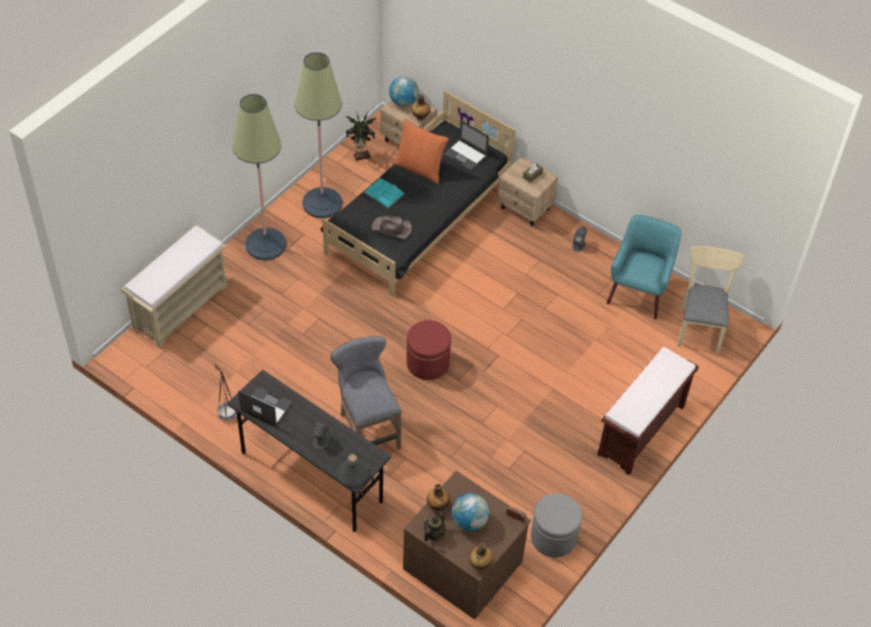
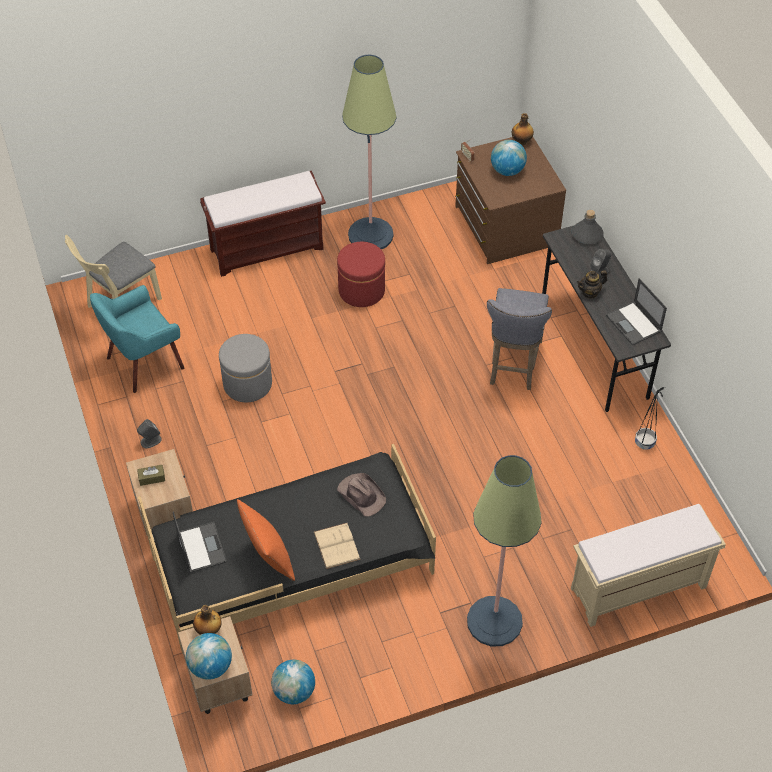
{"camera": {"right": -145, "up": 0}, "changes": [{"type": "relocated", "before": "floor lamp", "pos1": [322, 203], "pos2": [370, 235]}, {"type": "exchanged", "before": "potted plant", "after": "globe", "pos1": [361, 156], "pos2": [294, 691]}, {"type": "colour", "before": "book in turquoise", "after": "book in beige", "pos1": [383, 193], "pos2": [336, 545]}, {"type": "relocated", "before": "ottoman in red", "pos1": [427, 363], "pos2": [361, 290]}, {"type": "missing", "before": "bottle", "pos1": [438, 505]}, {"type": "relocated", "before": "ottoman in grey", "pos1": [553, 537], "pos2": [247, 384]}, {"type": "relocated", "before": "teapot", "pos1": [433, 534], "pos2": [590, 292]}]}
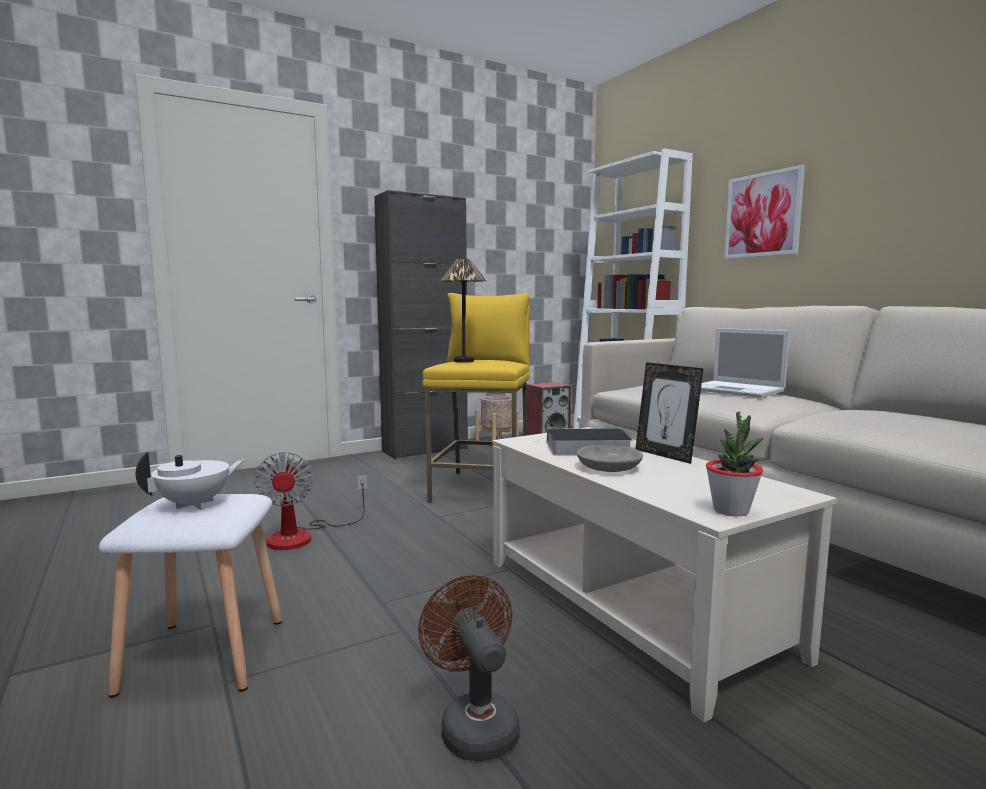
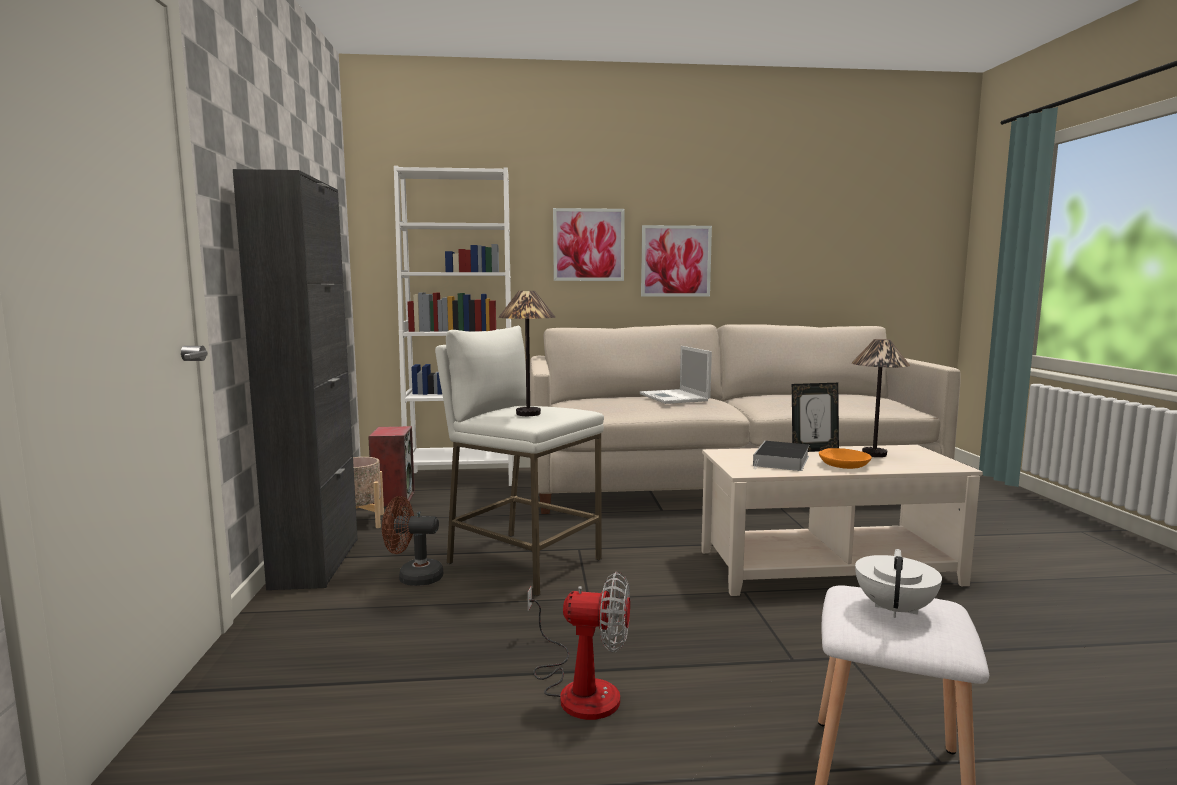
{"camera": {"right": -65, "up": 0}, "changes": [{"type": "colour", "before": "stool in yellow", "after": "stool in white", "pos1": [482, 488], "pos2": [522, 561]}, {"type": "spun", "before": "laptop", "pos1": [737, 390], "pos2": [675, 397], "turn": 90}, {"type": "missing", "before": "potted plant", "pos1": [731, 511]}, {"type": "colour", "before": "bowl in grey", "after": "bowl in orange", "pos1": [609, 467], "pos2": [843, 465]}, {"type": "spun", "before": "teapot in white", "pos1": [195, 504], "pos2": [895, 609], "turn": 45}, {"type": "relocated", "before": "fan in brown", "pos1": [474, 724], "pos2": [413, 577]}, {"type": "appeared", "after": "picture", "pos2": [675, 261]}, {"type": "appeared", "after": "table lamp", "pos2": [874, 454]}]}
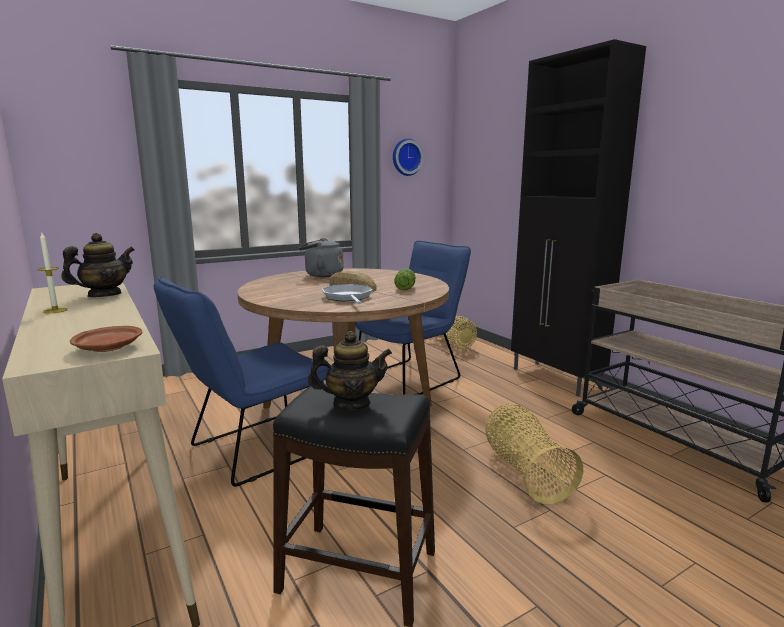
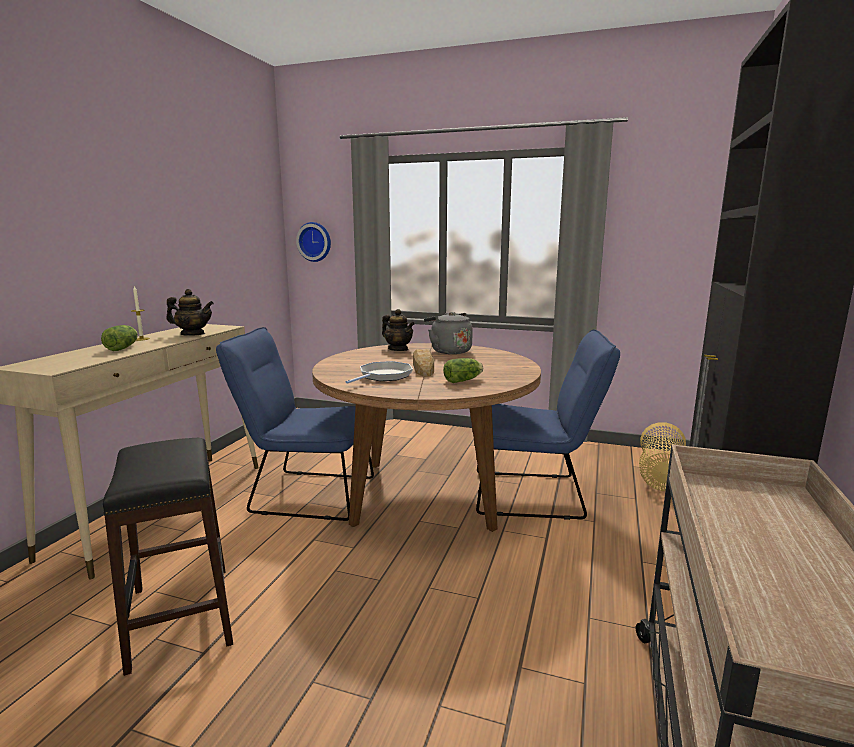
{"camera": {"right": 50, "up": 0}, "changes": [{"type": "relocated", "before": "wall clock", "pos1": [406, 157], "pos2": [315, 242]}, {"type": "missing", "before": "plate in brown", "pos1": [109, 348]}, {"type": "relocated", "before": "teapot", "pos1": [351, 403], "pos2": [398, 349]}, {"type": "missing", "before": "basket", "pos1": [525, 472]}, {"type": "appeared", "after": "lettuce", "pos2": [124, 347]}]}
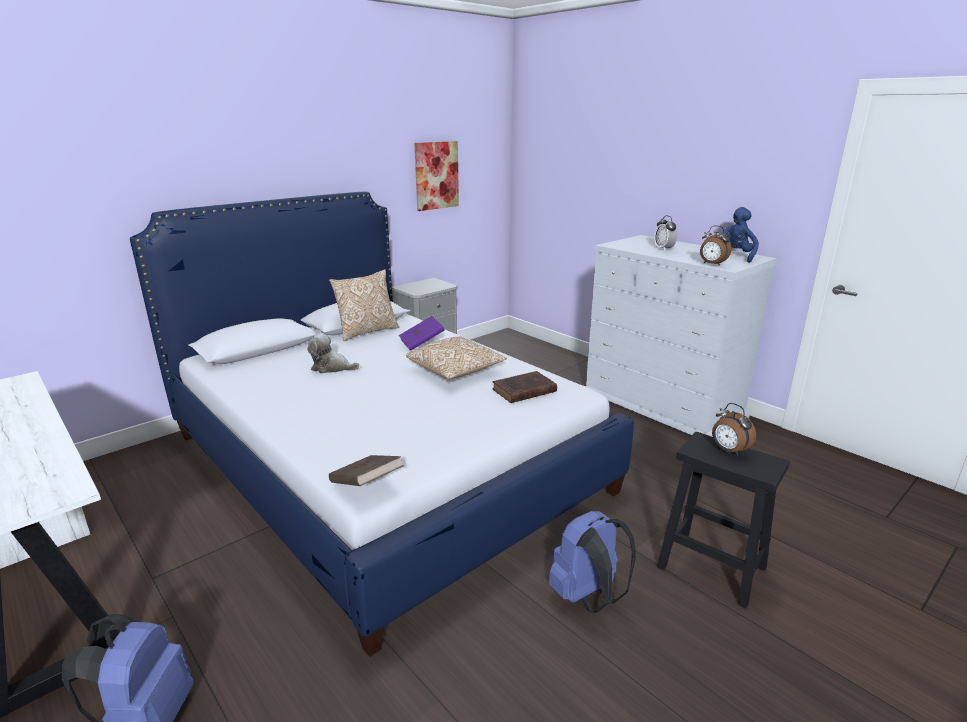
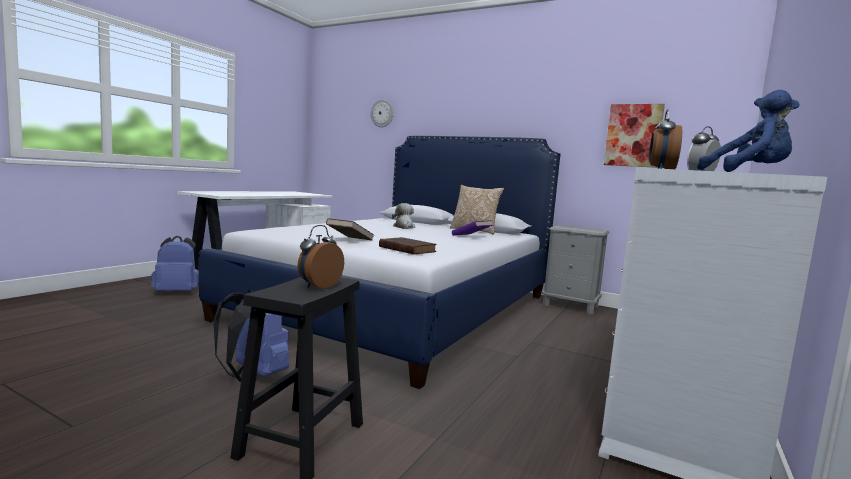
{"camera": {"right": 70, "up": -15}, "changes": [{"type": "missing", "before": "pillow", "pos1": [455, 371]}, {"type": "relocated", "before": "book in brown", "pos1": [366, 485], "pos2": [349, 240]}, {"type": "appeared", "after": "wall clock", "pos2": [382, 113]}]}
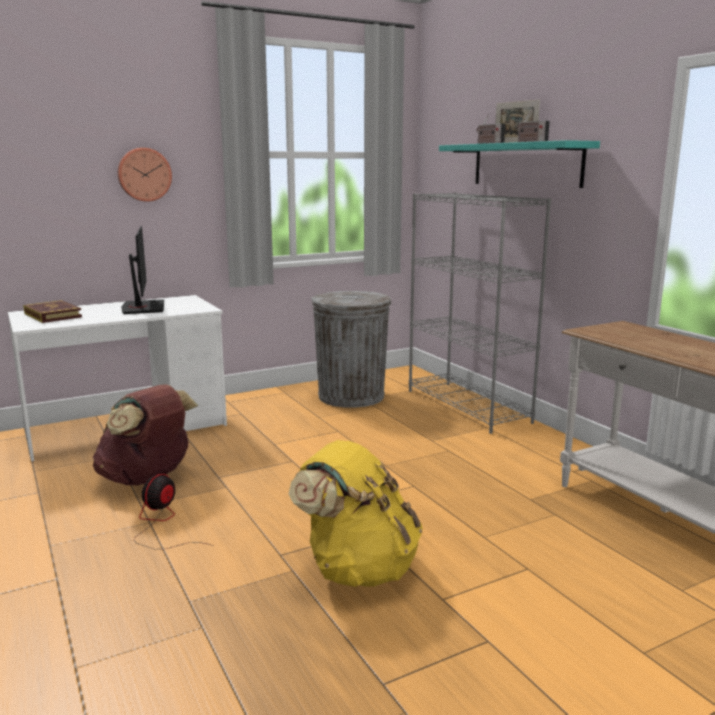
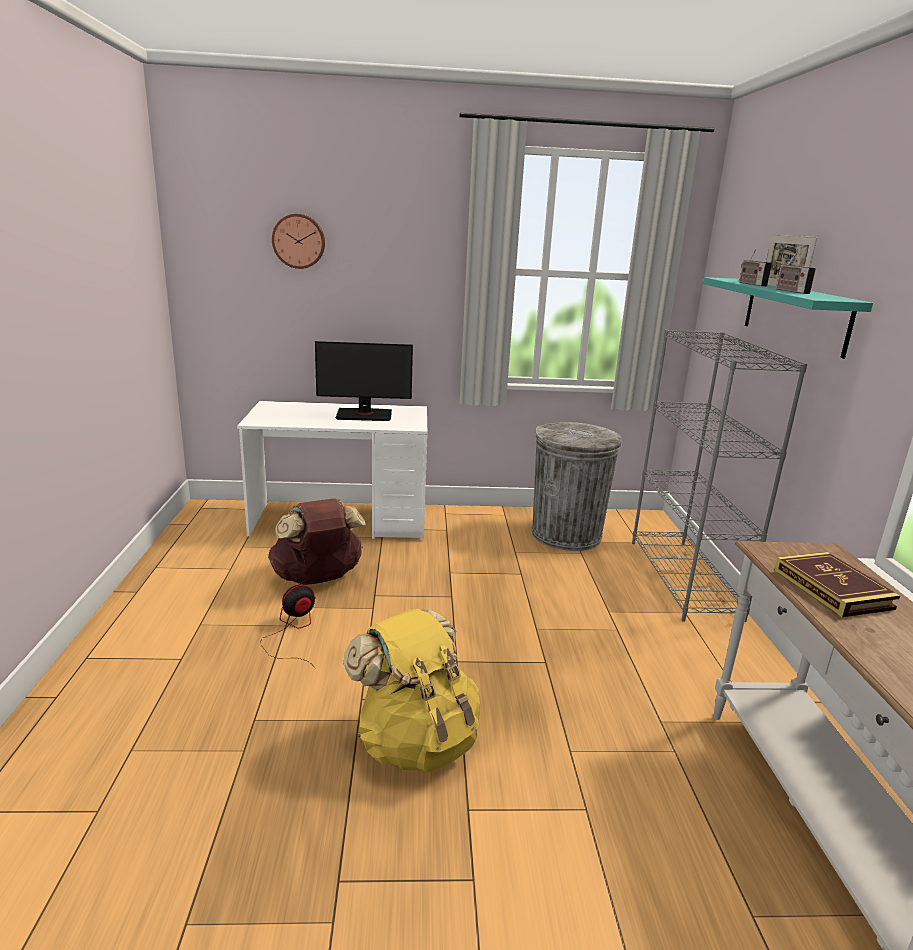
{"camera": {"right": 25, "up": 5}, "changes": [{"type": "relocated", "before": "wall clock", "pos1": [144, 174], "pos2": [299, 241]}, {"type": "spun", "before": "monitor", "pos1": [143, 307], "pos2": [364, 415], "turn": 75}, {"type": "relocated", "before": "book", "pos1": [53, 315], "pos2": [832, 589]}]}
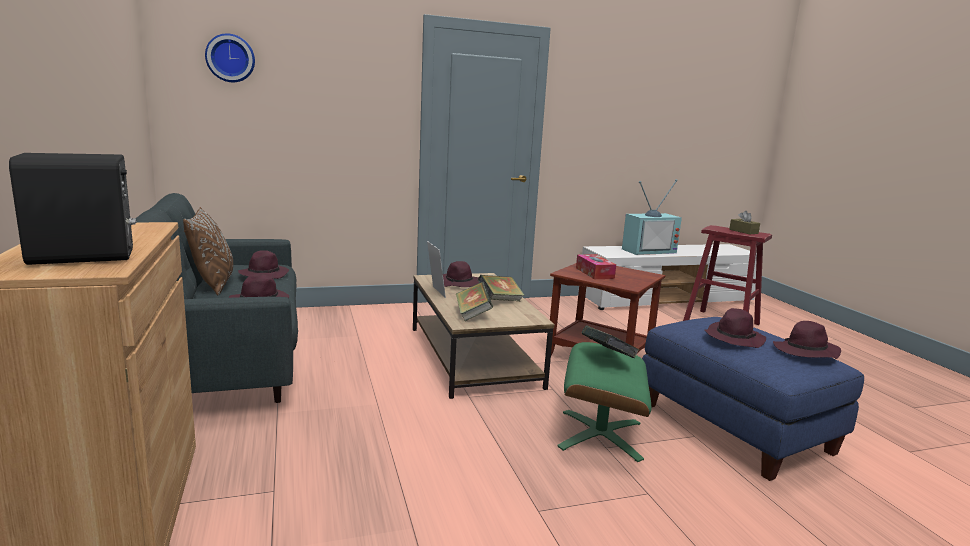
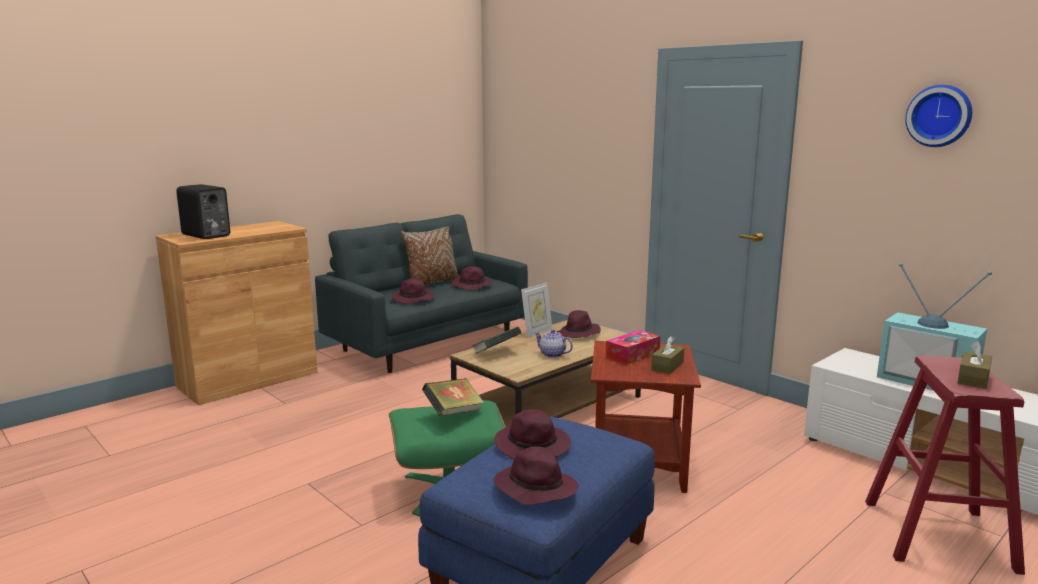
{"camera": {"right": 65, "up": 0}, "changes": [{"type": "relocated", "before": "wall clock", "pos1": [230, 58], "pos2": [939, 116]}, {"type": "exchanged", "before": "book", "after": "teapot", "pos1": [500, 301], "pos2": [552, 354]}, {"type": "appeared", "after": "tissue box in brown", "pos2": [667, 366]}]}
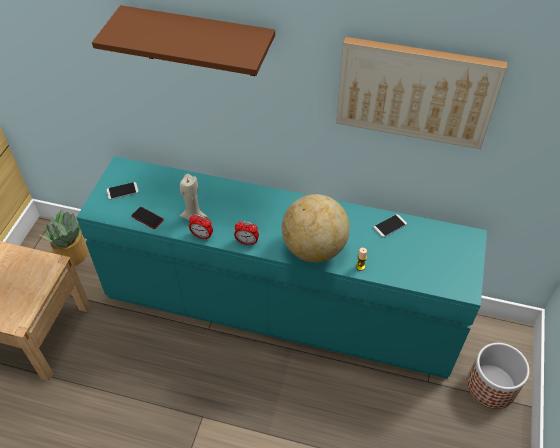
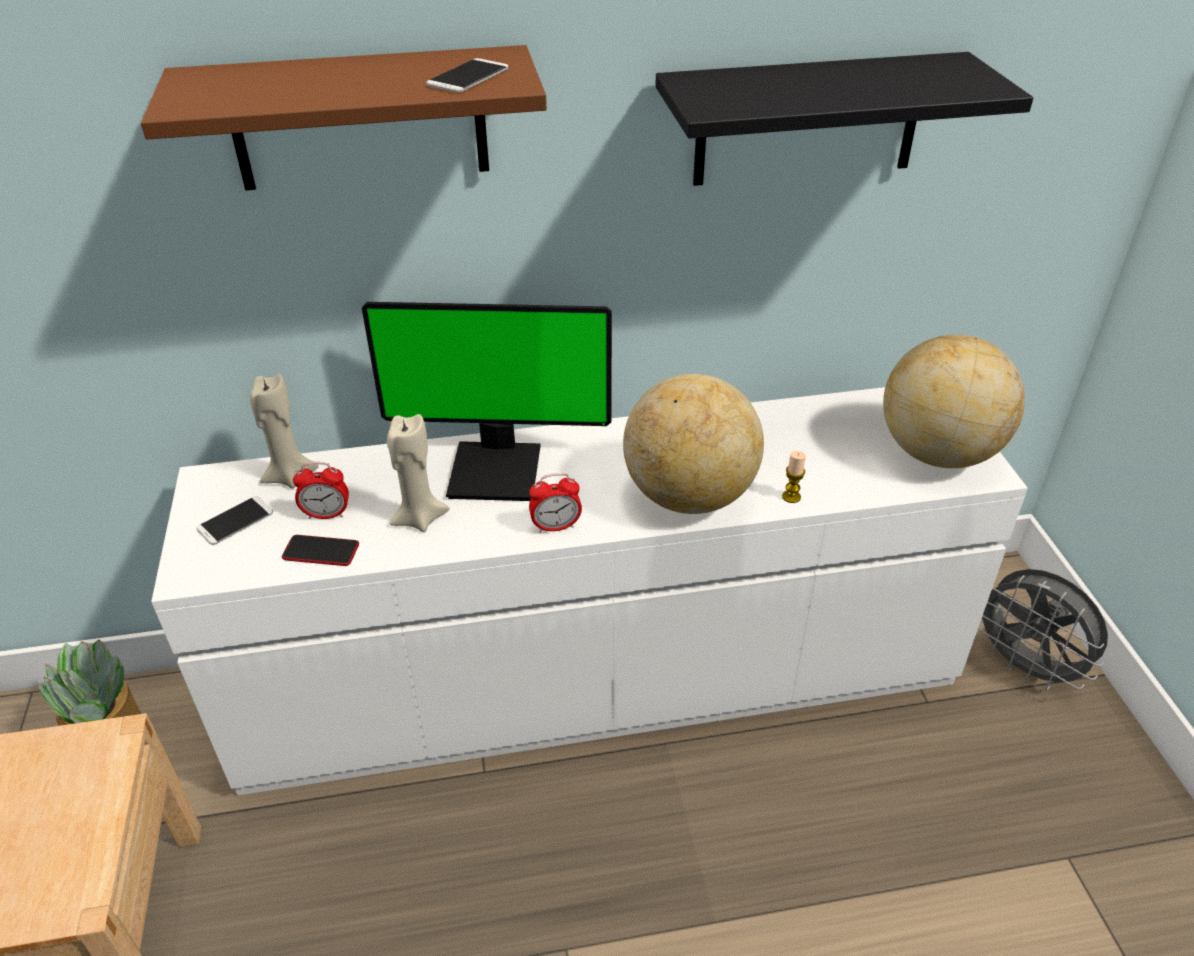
{"camera": {"right": -25, "up": -10}, "changes": [{"type": "exchanged", "before": "picture", "after": "shelf in black", "pos1": [416, 91], "pos2": [808, 120]}, {"type": "colour", "before": "dresser in turquoise", "after": "dresser in white", "pos1": [280, 305], "pos2": [598, 676]}, {"type": "relocated", "before": "alarm clock", "pos1": [202, 236], "pos2": [327, 515]}, {"type": "relocated", "before": "phone", "pos1": [390, 226], "pos2": [468, 77]}, {"type": "exchanged", "before": "planter", "after": "fan in grey", "pos1": [491, 386], "pos2": [1026, 667]}, {"type": "appeared", "after": "monitor", "pos2": [497, 469]}, {"type": "appeared", "after": "globe", "pos2": [937, 453]}, {"type": "appeared", "after": "candle in beige", "pos2": [289, 476]}]}
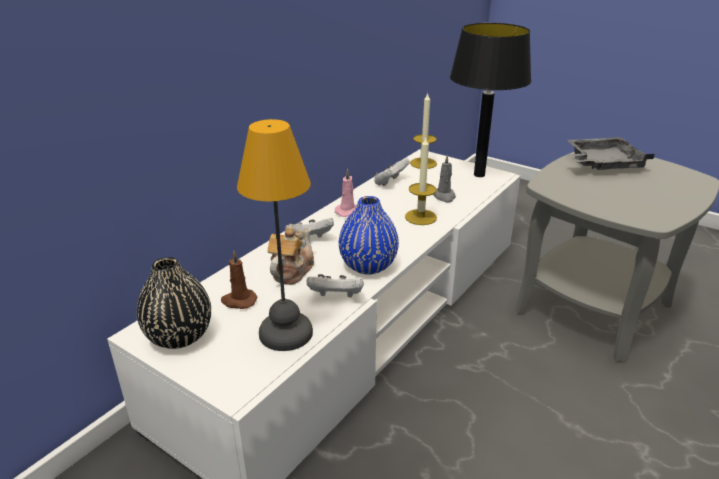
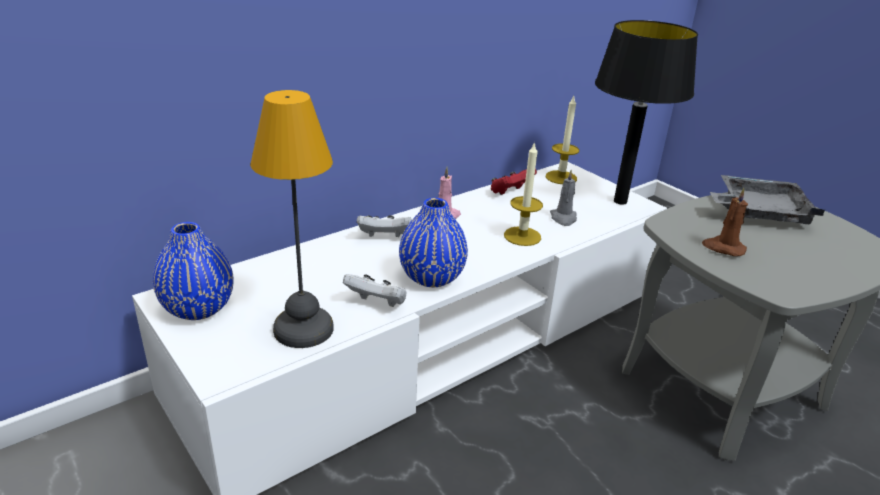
{"camera": {"right": 15, "up": 0}, "changes": [{"type": "colour", "before": "game controller in white", "after": "game controller in red", "pos1": [390, 182], "pos2": [510, 192]}, {"type": "missing", "before": "teapot", "pos1": [291, 271]}, {"type": "relocated", "before": "candle in brown", "pos1": [238, 301], "pos2": [723, 248]}, {"type": "colour", "before": "vase in black", "after": "vase in blue", "pos1": [179, 336], "pos2": [198, 308]}]}
